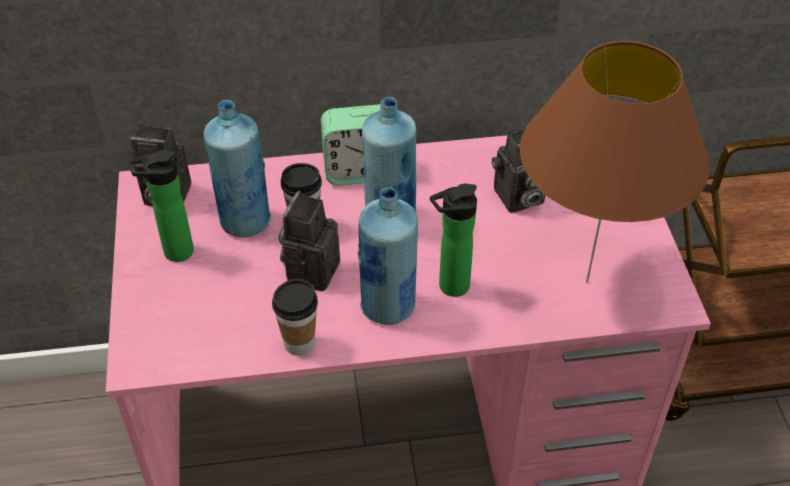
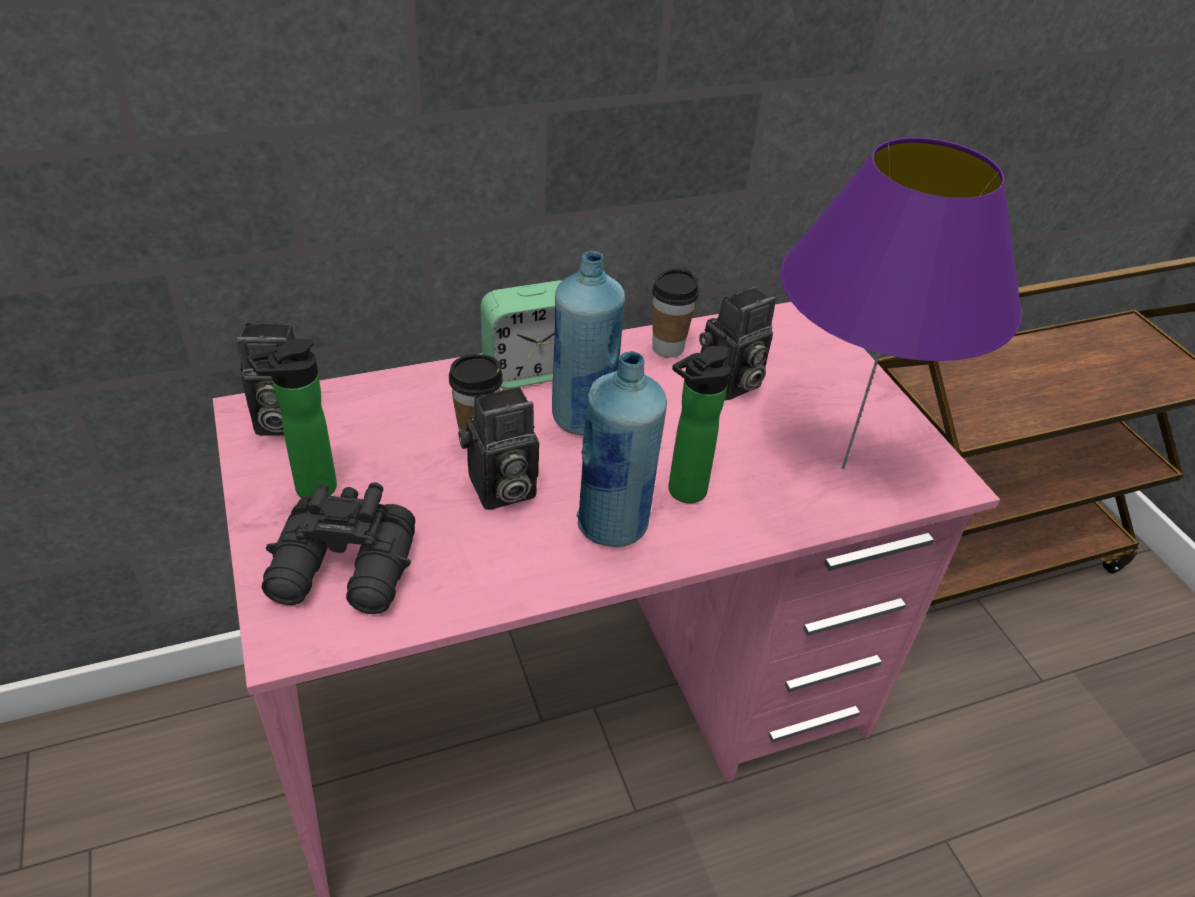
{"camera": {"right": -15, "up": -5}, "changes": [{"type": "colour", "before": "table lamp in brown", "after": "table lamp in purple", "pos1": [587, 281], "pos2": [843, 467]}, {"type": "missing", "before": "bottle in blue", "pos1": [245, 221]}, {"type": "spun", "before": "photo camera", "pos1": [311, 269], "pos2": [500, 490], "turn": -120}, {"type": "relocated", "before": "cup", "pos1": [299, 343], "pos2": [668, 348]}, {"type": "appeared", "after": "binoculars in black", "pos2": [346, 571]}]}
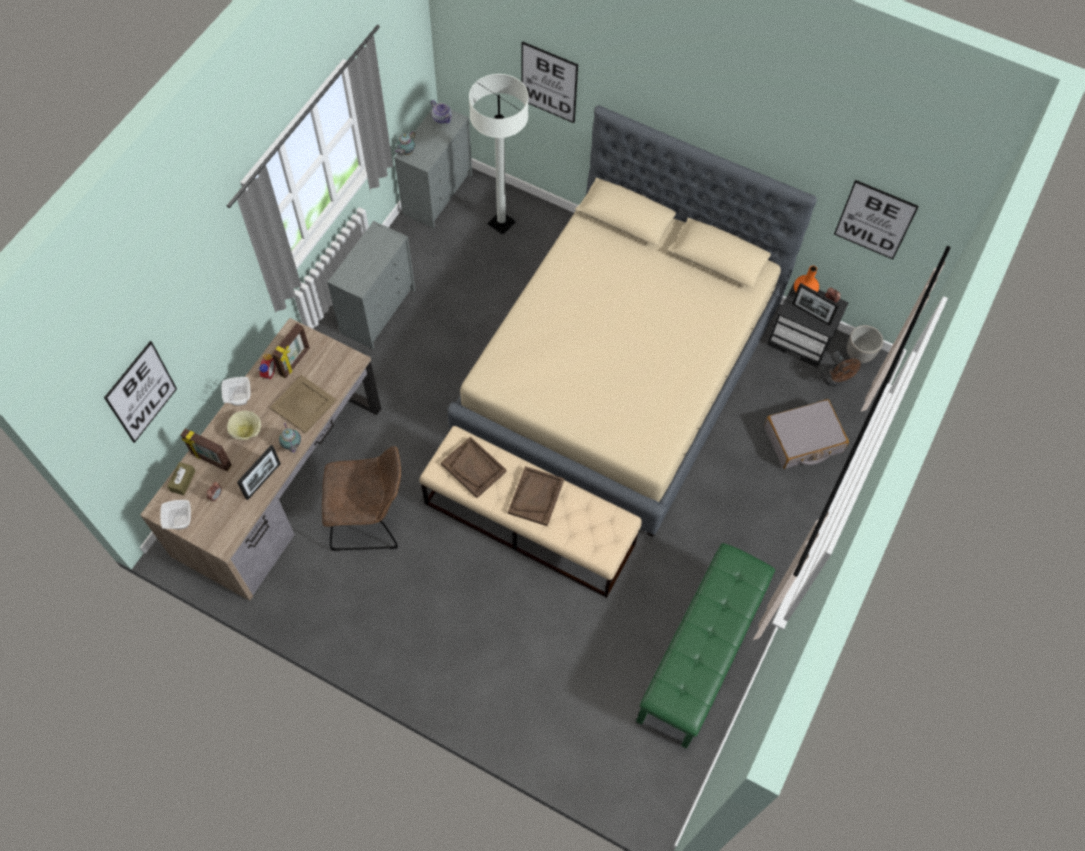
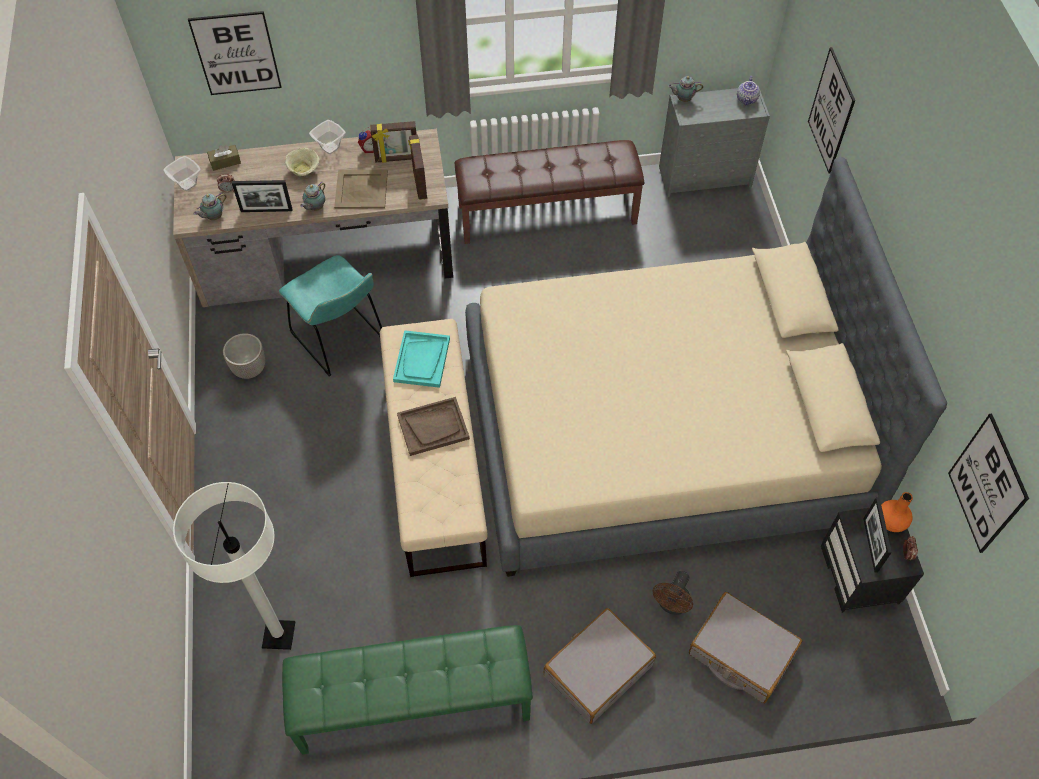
{"camera": {"right": 55, "up": -5}, "changes": [{"type": "relocated", "before": "floor lamp in white", "pos1": [501, 223], "pos2": [279, 635]}, {"type": "exchanged", "before": "dresser in grey", "after": "bench in brown", "pos1": [378, 310], "pos2": [547, 213]}, {"type": "relocated", "before": "planter", "pos1": [858, 354], "pos2": [249, 368]}, {"type": "relocated", "before": "fan in brown", "pos1": [834, 379], "pos2": [672, 605]}, {"type": "relocated", "before": "picture frame", "pos1": [211, 460], "pos2": [419, 183]}, {"type": "colour", "before": "tray in brown", "after": "tray in turquoise", "pos1": [473, 468], "pos2": [422, 360]}, {"type": "colour", "before": "chair in brown", "after": "chair in turquoise", "pos1": [370, 520], "pos2": [341, 340]}, {"type": "appeared", "after": "teapot", "pos2": [213, 217]}, {"type": "appeared", "after": "suitcase in grey", "pos2": [597, 669]}]}
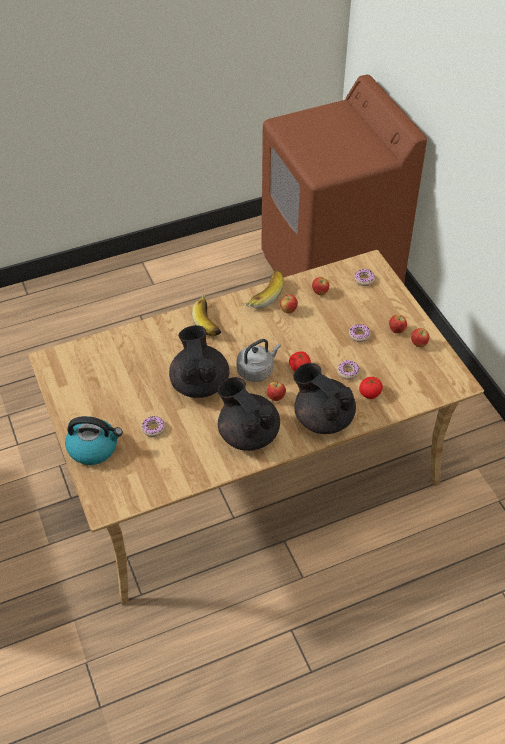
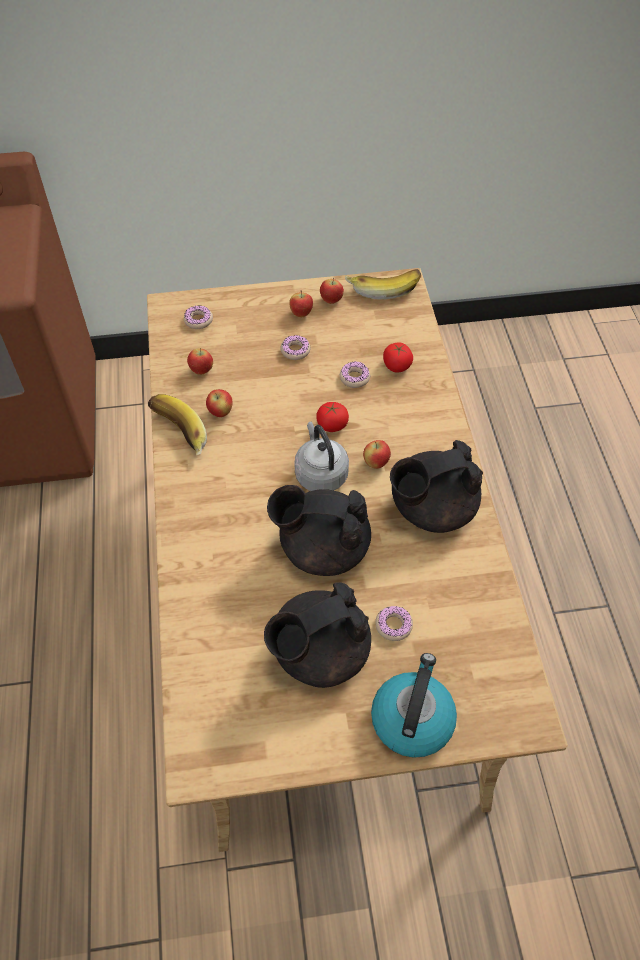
{"camera": {"right": -75, "up": 5}, "changes": [{"type": "relocated", "before": "banana", "pos1": [210, 321], "pos2": [383, 287]}, {"type": "relocated", "before": "teapot in black", "pos1": [322, 418], "pos2": [319, 652]}]}
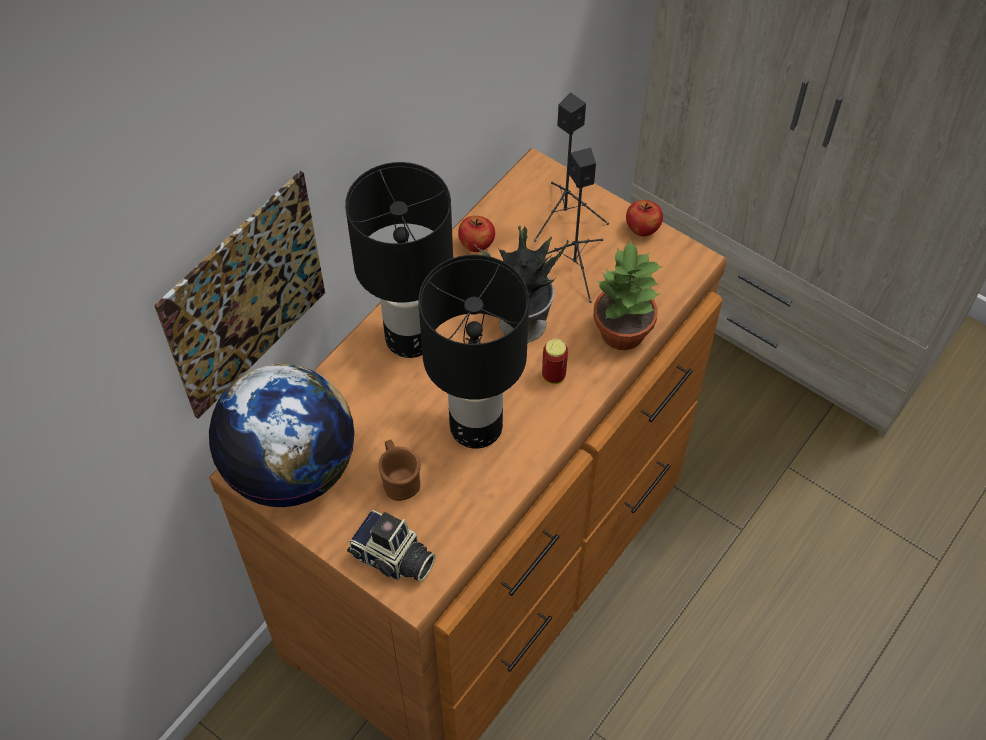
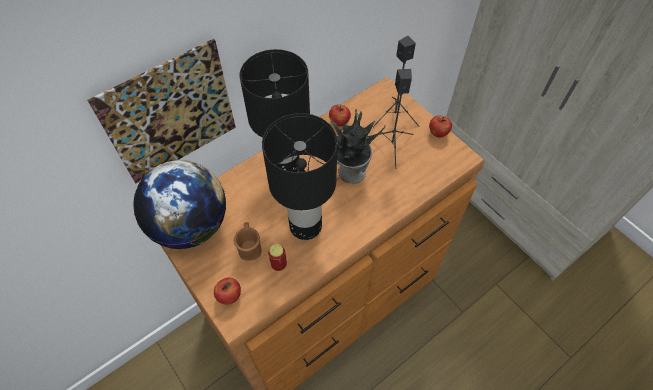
{"camera": {"right": 15, "up": 0}, "changes": [{"type": "missing", "before": "potted plant", "pos1": [622, 333]}, {"type": "relocated", "before": "can", "pos1": [553, 375], "pos2": [279, 265]}, {"type": "exchanged", "before": "photo camera", "after": "apple", "pos1": [393, 559], "pos2": [229, 296]}]}
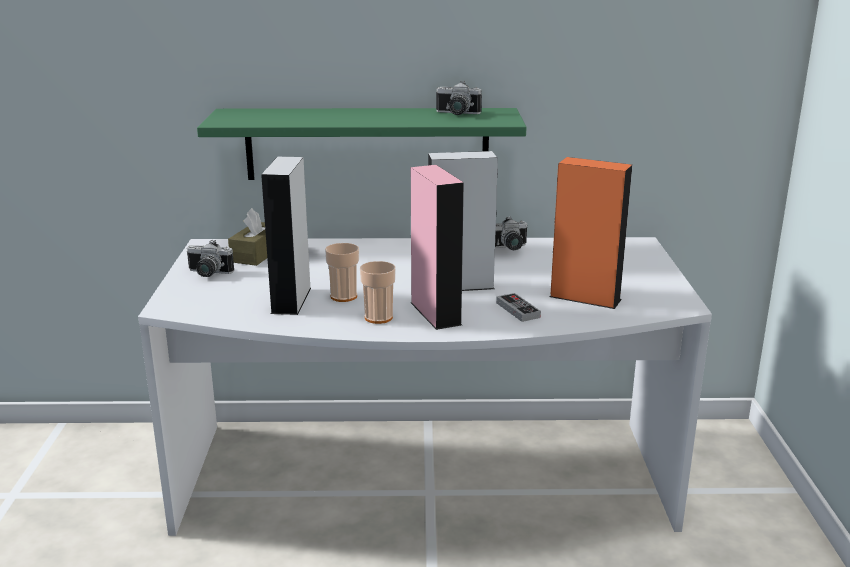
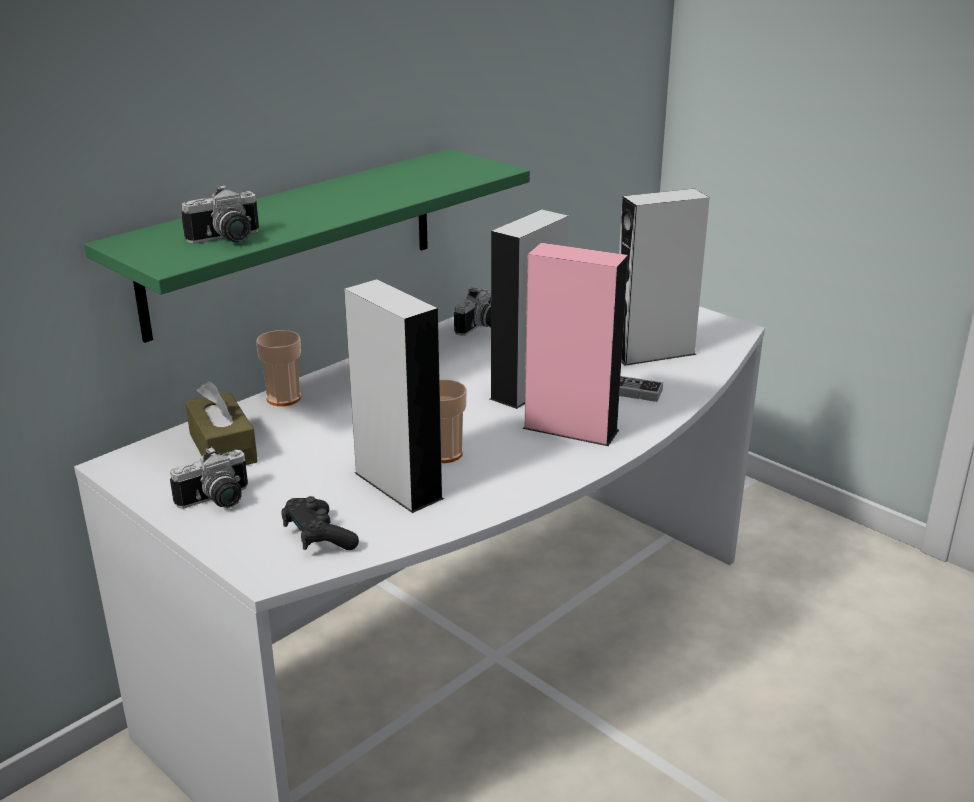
{"camera": {"right": -45, "up": 5}, "changes": [{"type": "relocated", "before": "photo camera", "pos1": [456, 114], "pos2": [227, 240]}, {"type": "colour", "before": "speaker in orange", "after": "speaker in grey", "pos1": [585, 298], "pos2": [653, 353]}, {"type": "relocated", "before": "cup", "pos1": [378, 317], "pos2": [283, 398]}, {"type": "appeared", "after": "game controller in black", "pos2": [318, 537]}]}
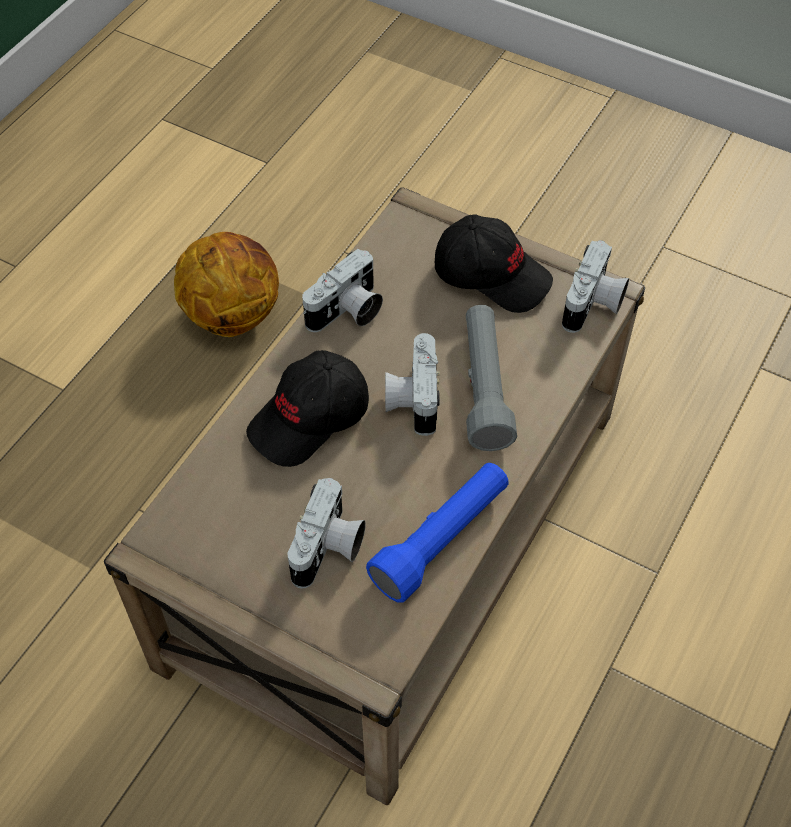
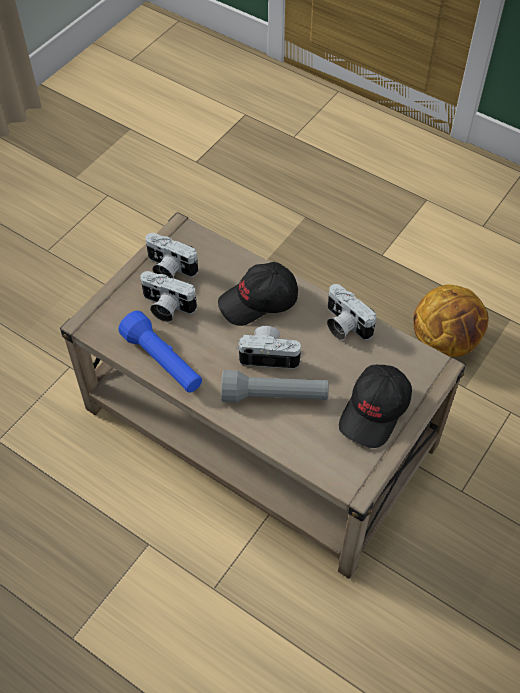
{"camera": {"right": 95, "up": 0}, "changes": [{"type": "relocated", "before": "photo camera", "pos1": [594, 305], "pos2": [168, 269]}, {"type": "spun", "before": "cap in black", "pos1": [310, 419], "pos2": [258, 302], "turn": -75}]}
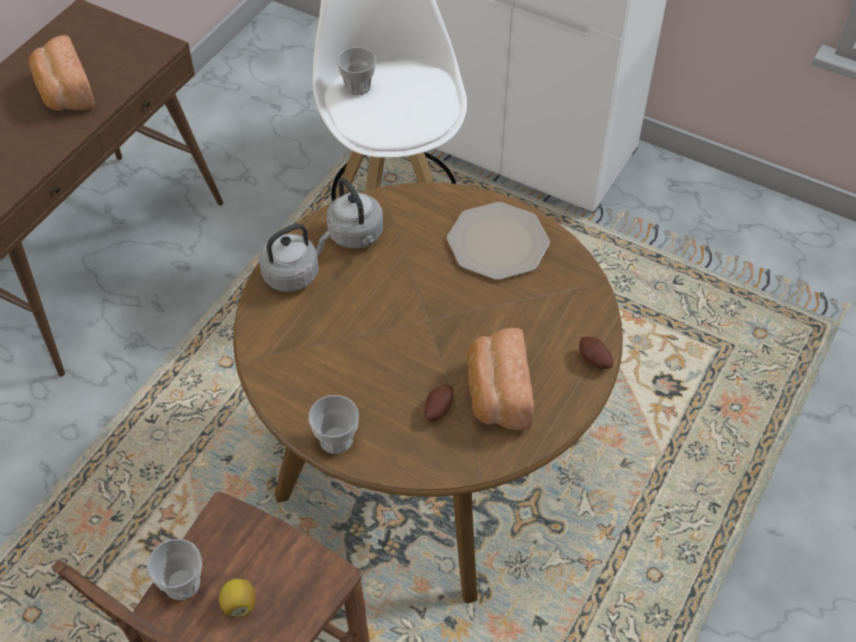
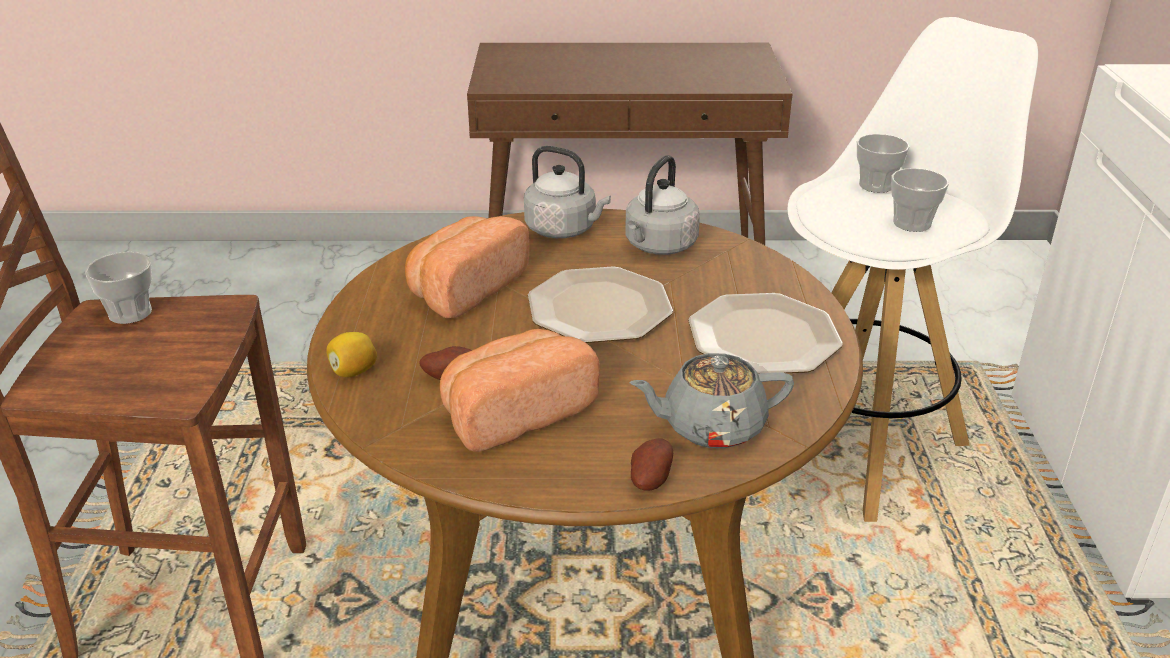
{"camera": {"right": 60, "up": -20}, "changes": [{"type": "relocated", "before": "bread", "pos1": [64, 92], "pos2": [465, 289]}, {"type": "relocated", "before": "cup", "pos1": [336, 439], "pos2": [911, 223]}, {"type": "relocated", "before": "lemon", "pos1": [239, 604], "pos2": [353, 371]}, {"type": "appeared", "after": "plate", "pos2": [601, 308]}, {"type": "appeared", "after": "teapot in grey", "pos2": [711, 426]}]}
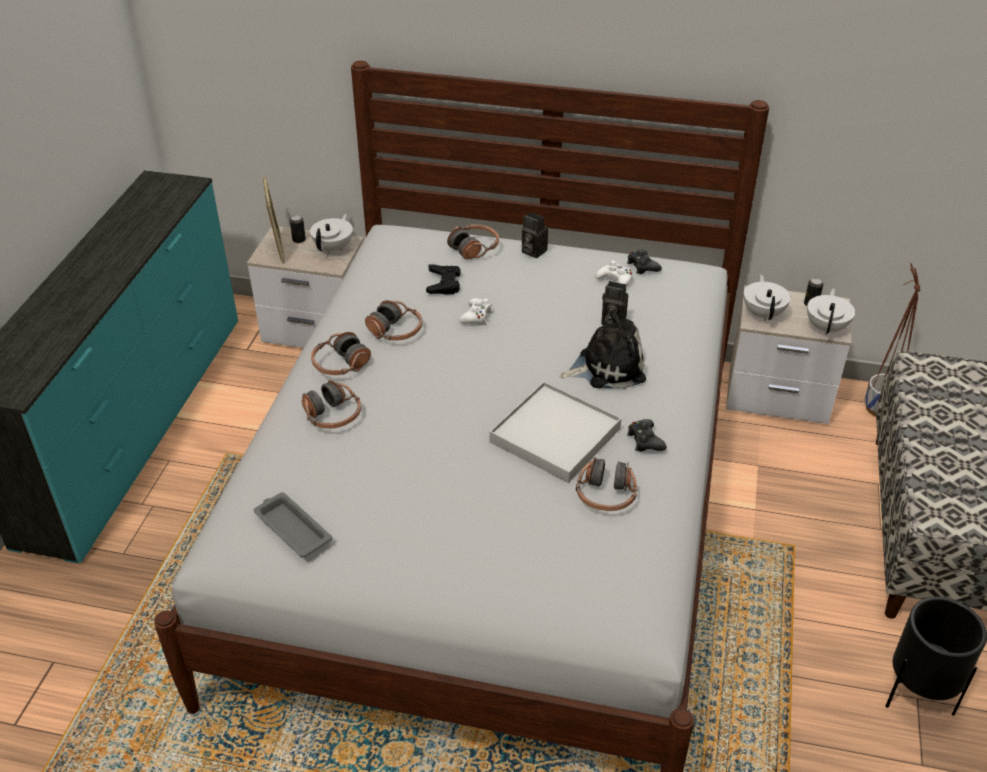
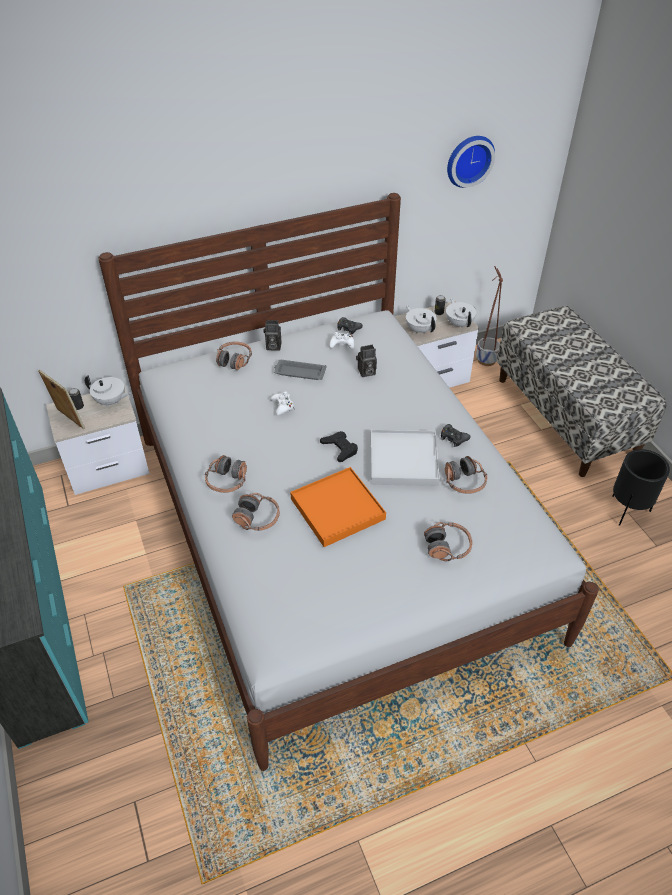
{"camera": {"right": -35, "up": 5}, "changes": [{"type": "spun", "before": "teapot in white", "pos1": [334, 248], "pos2": [111, 401], "turn": 120}, {"type": "relocated", "before": "game controller in black", "pos1": [444, 283], "pos2": [340, 448]}, {"type": "relocated", "before": "headphones", "pos1": [395, 331], "pos2": [447, 547]}, {"type": "missing", "before": "plush toy", "pos1": [607, 367]}, {"type": "relocated", "before": "tray in grey", "pos1": [292, 528], "pos2": [299, 372]}, {"type": "appeared", "after": "wall clock", "pos2": [468, 160]}, {"type": "appeared", "after": "tray in orange", "pos2": [337, 508]}]}
